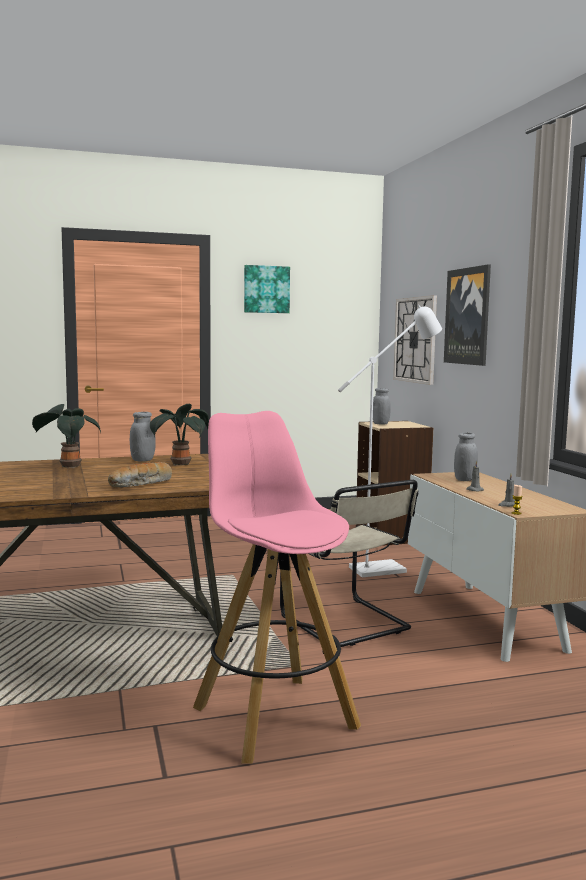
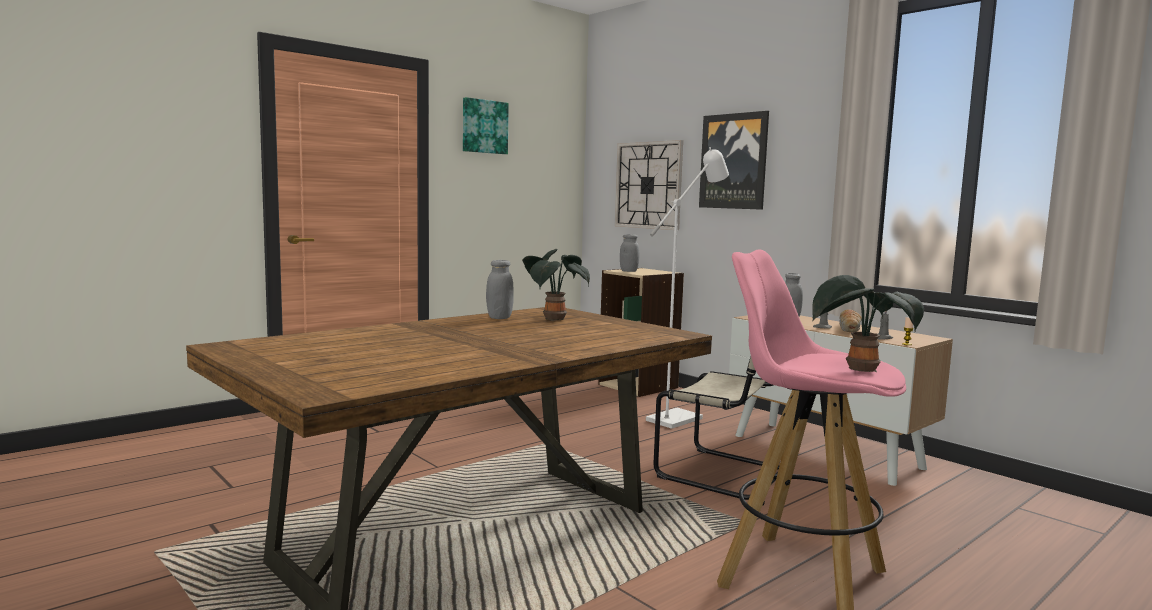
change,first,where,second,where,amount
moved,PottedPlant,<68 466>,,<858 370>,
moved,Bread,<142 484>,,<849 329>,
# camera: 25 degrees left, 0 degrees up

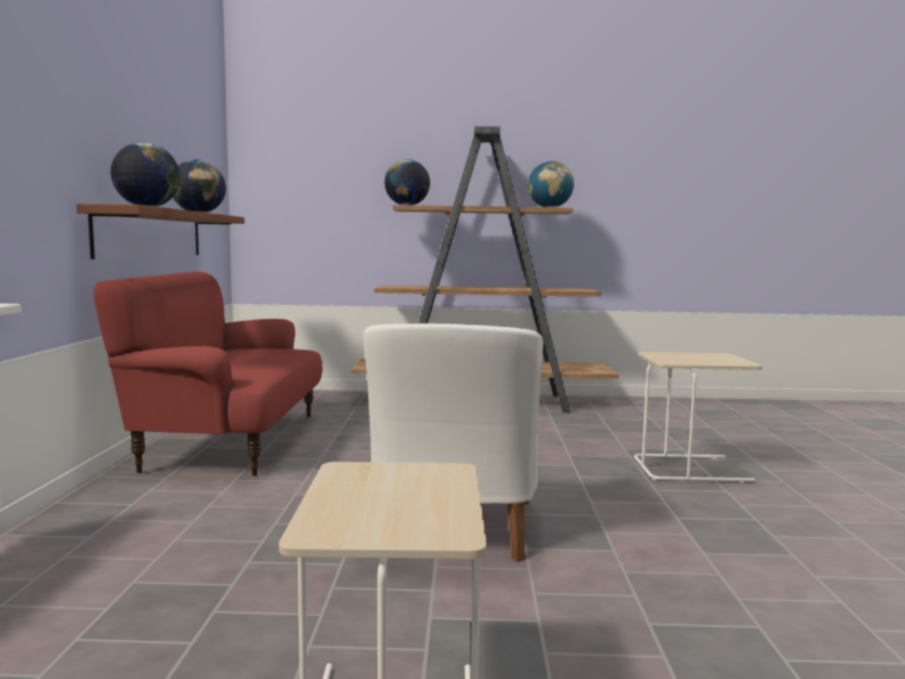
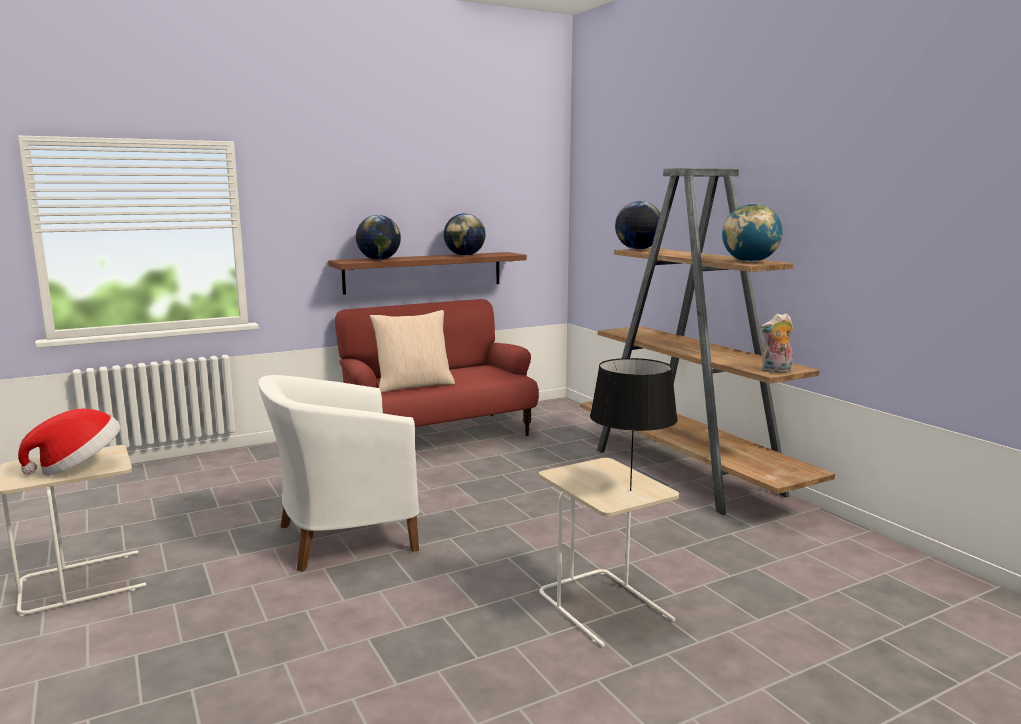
change,first,where,second,where,amount
added,,,BeigePillow,<413 385>,
added,,,PlushToy,<776 371>,
added,,,BlackTableLamp,<630 490>,
added,,,Hat,<78 467>,
# camera: 60 degrees right, 5 degrees up

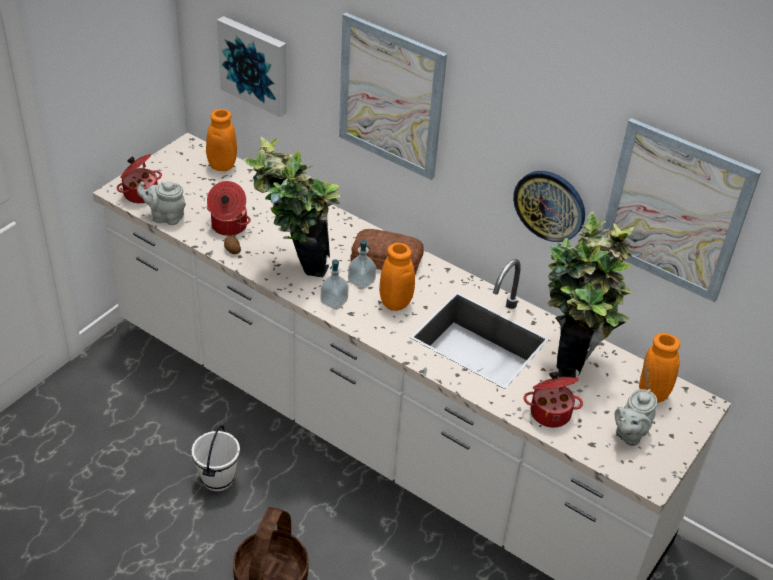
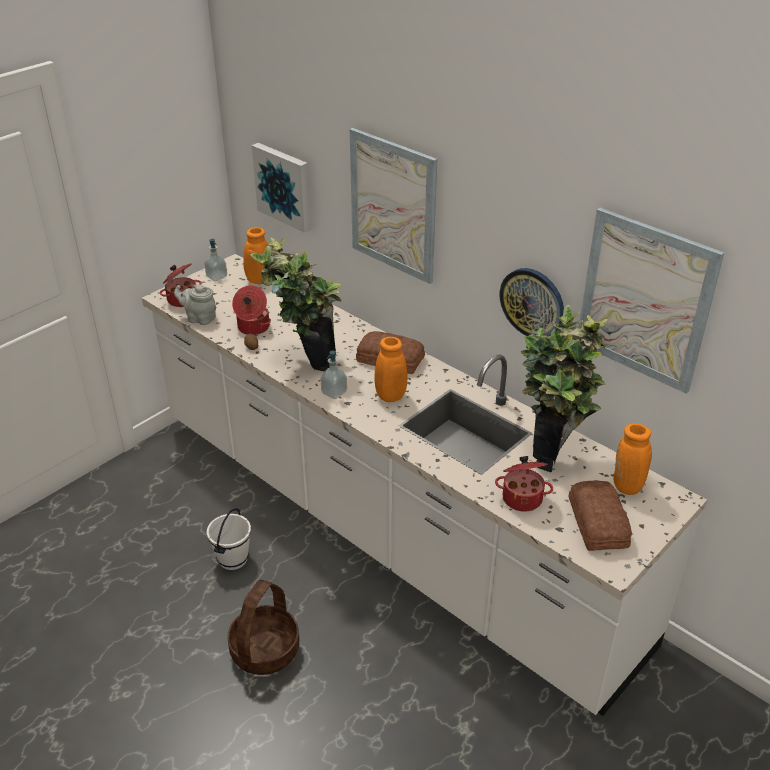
change,first,where,second,where,amount
moved,SoapDispenser,<361 281>,,<216 276>,
replaced,GreyTeapot,<629 434>,Bread,<599 522>,
# camera: 10 degrees right, 5 degrees down

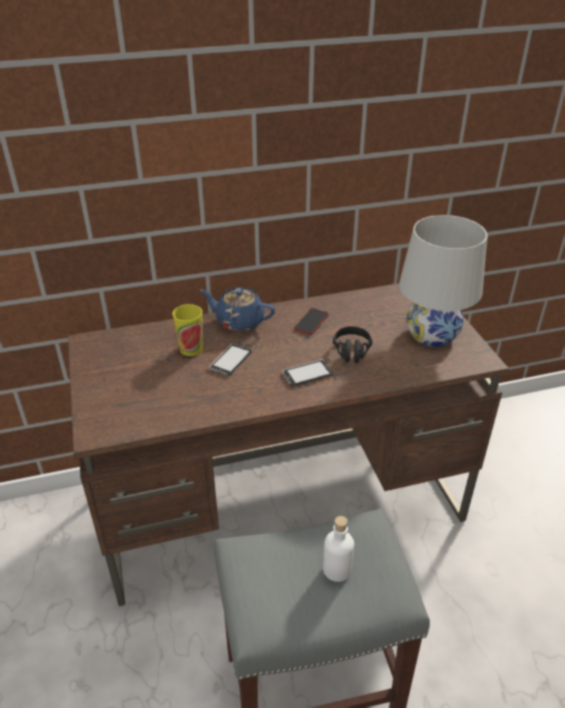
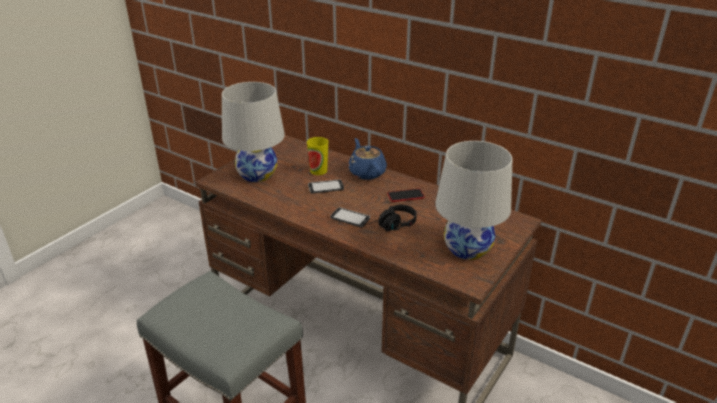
change,first,where,second,where,amount
removed,WhiteBottle,<337 569>,,,
added,,,WhiteTableLamp,<257 174>,
# camera: 50 degrees right, 5 degrees down

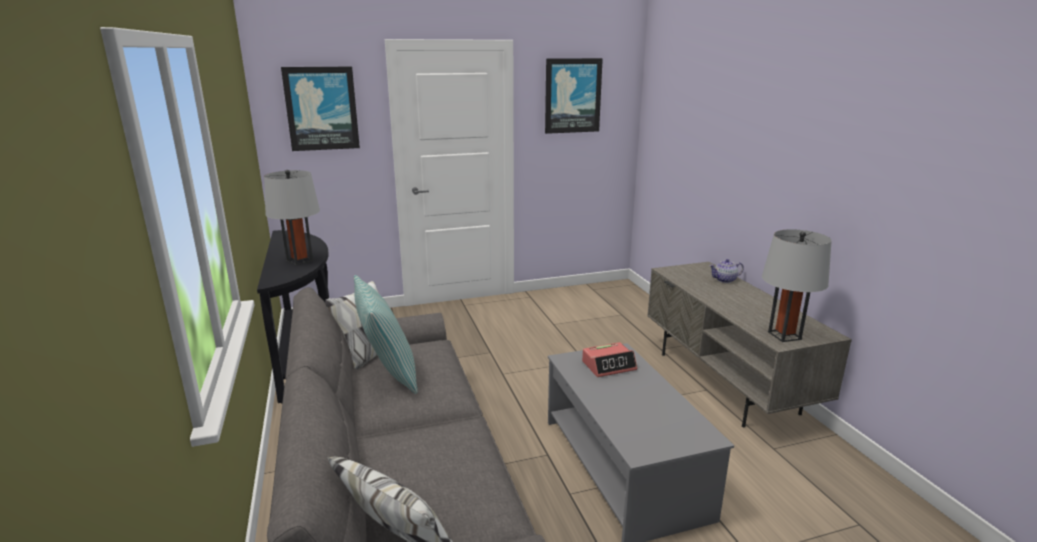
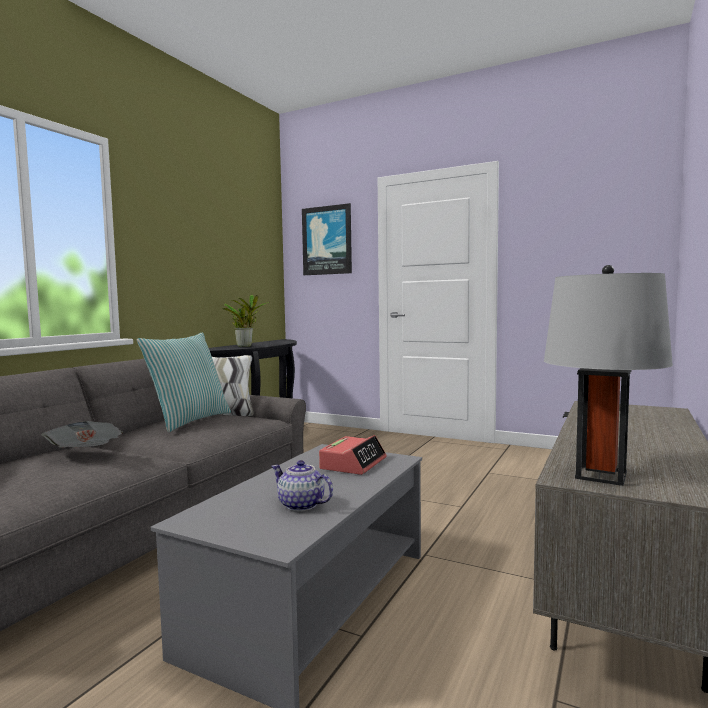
change,first,where,second,where,amount
removed,Picture,<572 96>,,,
replaced,GreyTableLamp,<299 261>,PottedPlant,<245 346>,
moved,Teapot,<725 280>,,<301 505>,
turned,AlarmClock,<609 365>,,<353 463>,90 degrees counterclockwise
added,,,Newspaper,<86 455>,
# camera: 45 degrees right, 15 degrees down

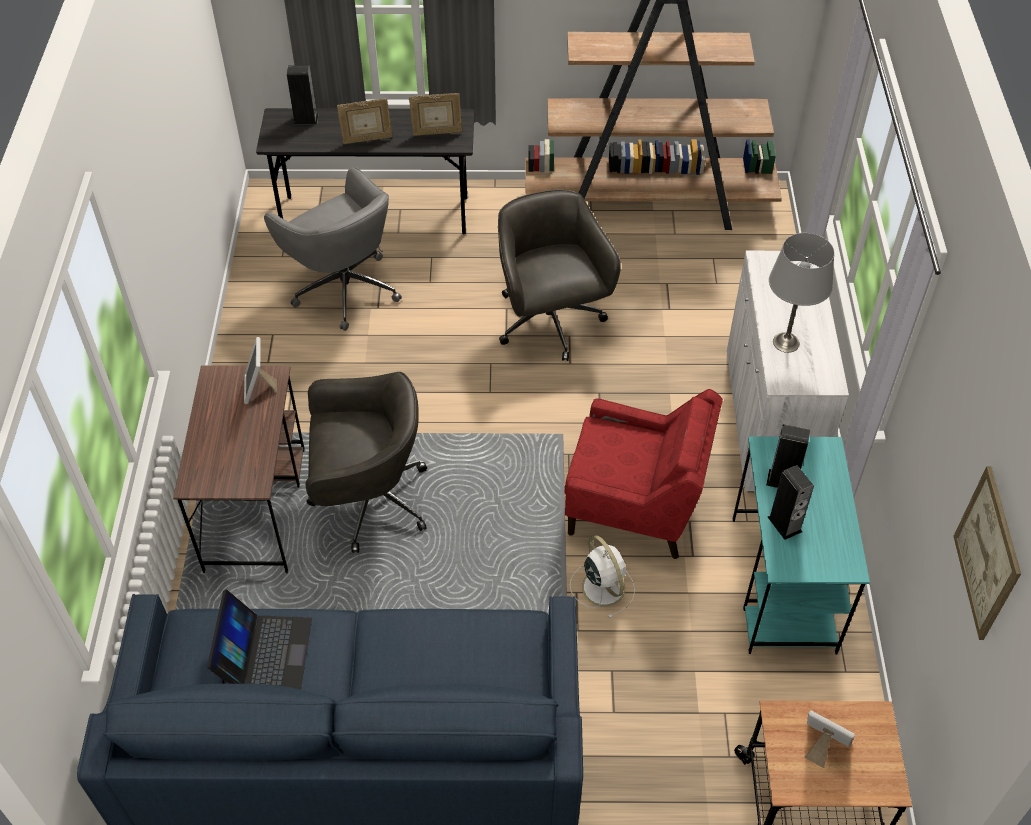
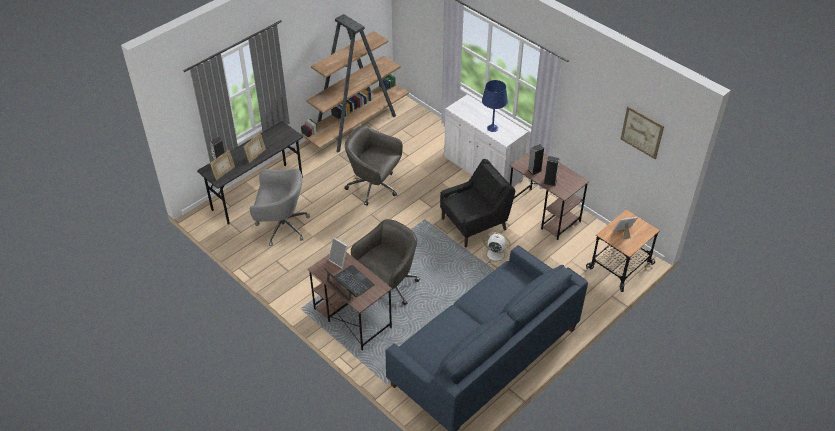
change,first,where,second,where,amount
moved,PictureFrame,<437 132>,,<224 173>,
recoloured,GreyTableLamp,<786 342>,BlueTableLamp,<492 128>,
recoloured,RedArmchair,<635 506>,BlackArmchair,<474 224>,
recoloured,TurquoiseDesk,<783 585>,BrownDesk,<544 214>,
moved,Laptop,<265 654>,,<350 283>,
# camera: 45 degrees left, 5 degrees down

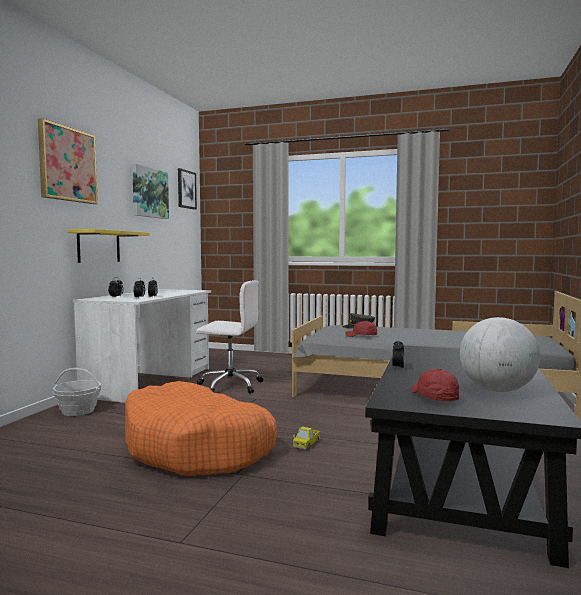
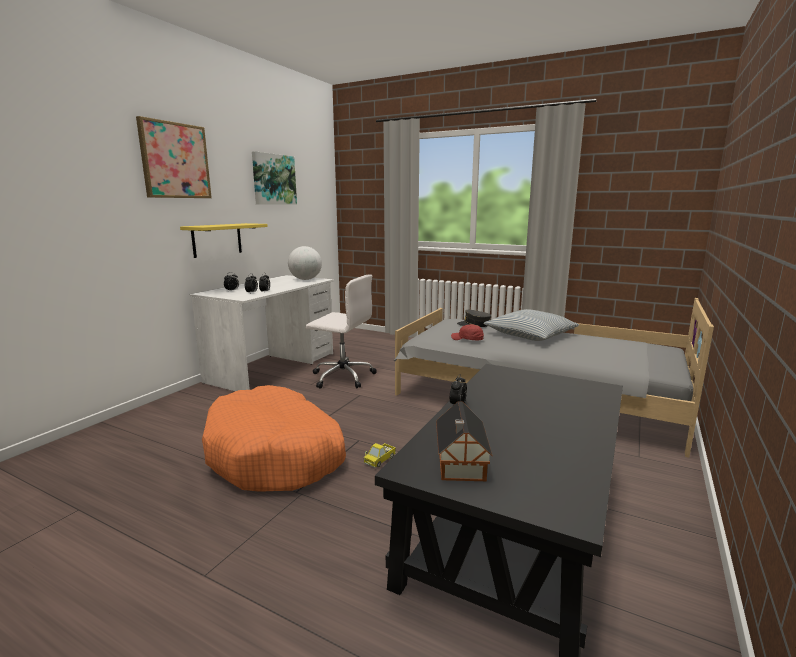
change,first,where,second,where,amount
removed,Picture,<186 189>,,,
moved,Globe,<497 390>,,<305 279>,
removed,Basket,<78 411>,,,
replaced,RedCap,<433 397>,ToyHouse,<460 464>,
added,,,Pillow,<530 334>,
# camera: 10 degrees right, 10 degrees up

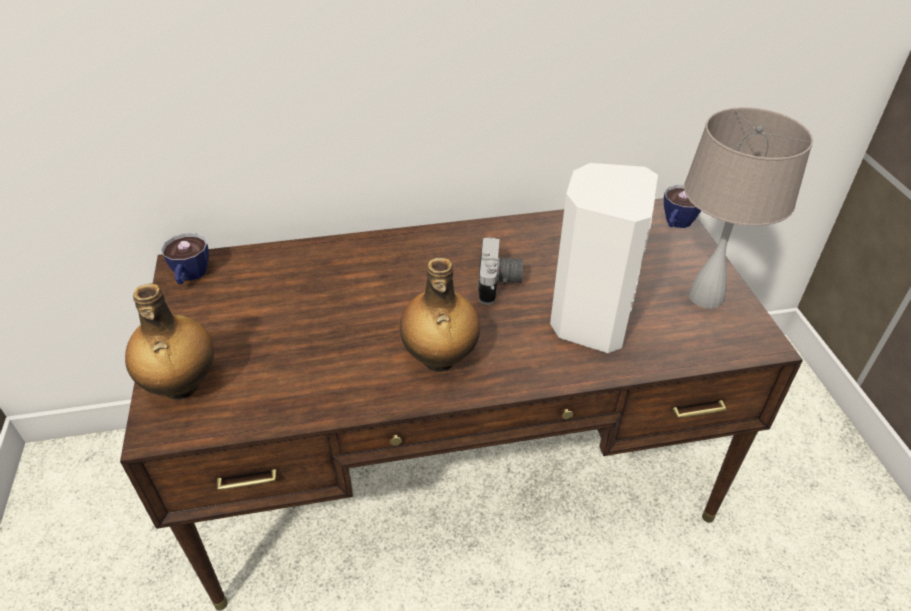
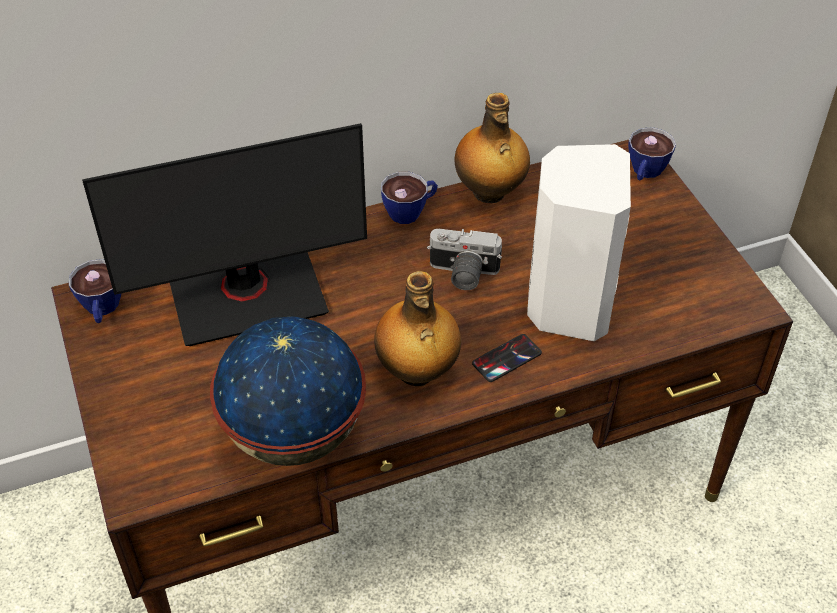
change,first,where,second,where,amount
removed,BeigeTableLamp,<706 297>,,,
turned,PhotoCamera,<500 284>,,<462 274>,105 degrees clockwise
moved,Bottle,<181 386>,,<489 193>,
added,,,Monitor,<247 295>,
added,,,Cup,<411 211>,
added,,,Globe,<295 435>,
added,,,Phone,<506 358>,
# camera: 10 degrees left, 5 degrees up

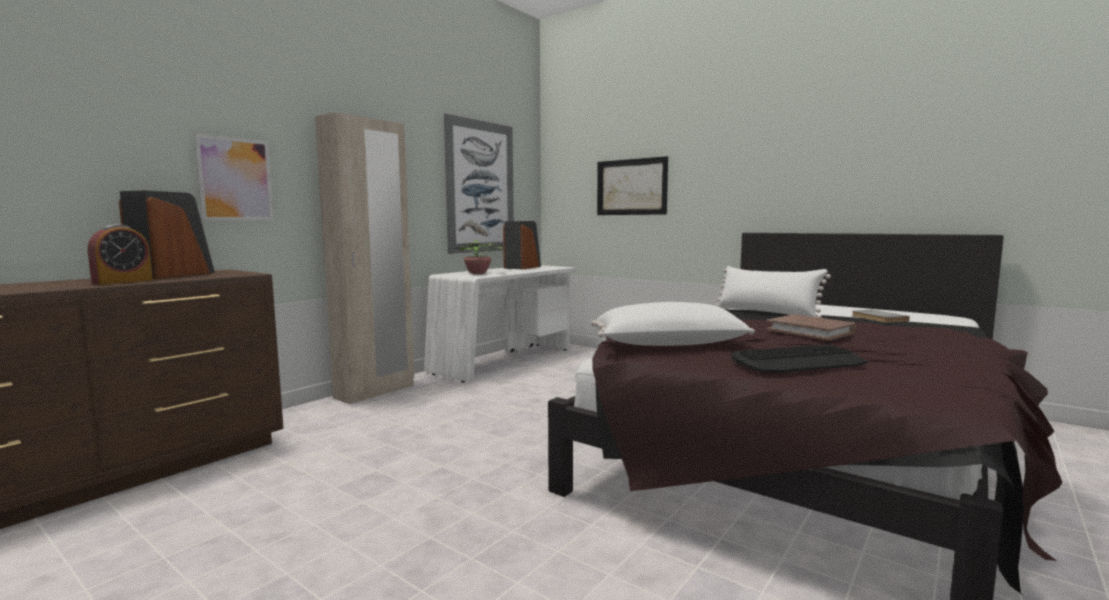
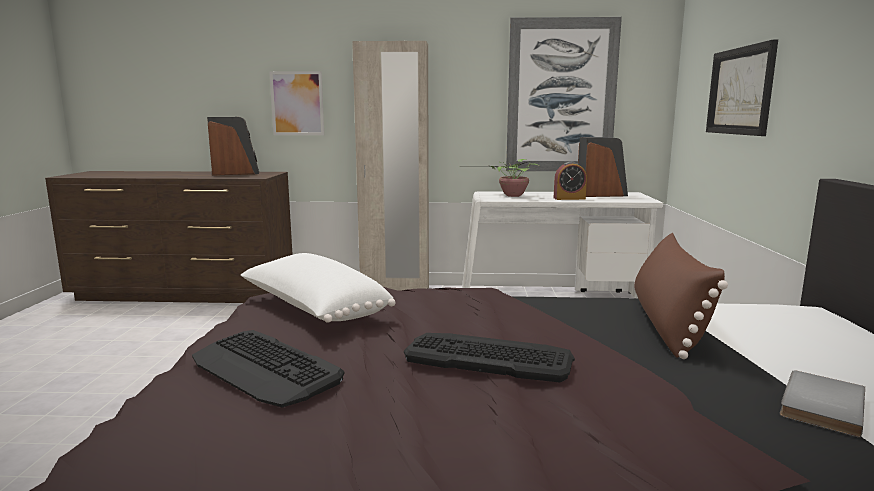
change,first,where,second,where,amount
moved,AlarmClock,<122 281>,,<569 198>,
recoloured,WhitePillow,<767 313>,BrownPillow,<667 323>,
replaced,BrownBook,<810 331>,Keyboard,<488 356>,
# camera: 55 degrees right, 5 degrees up

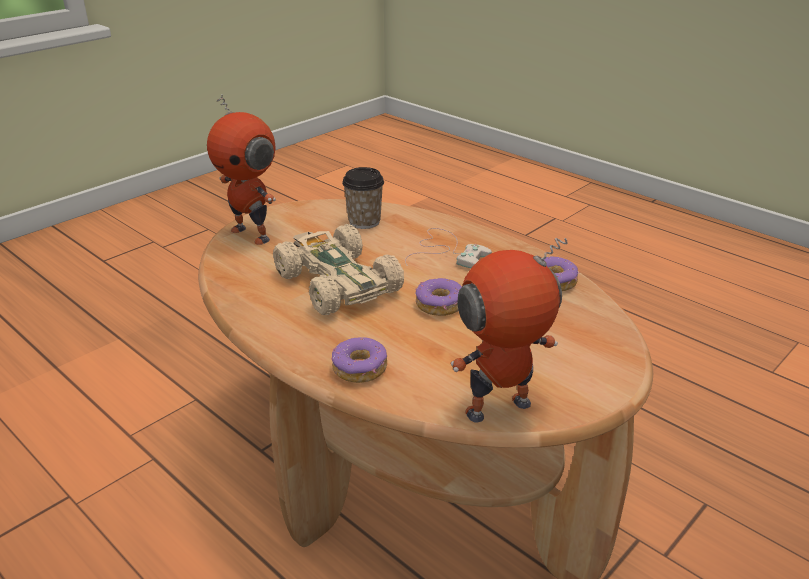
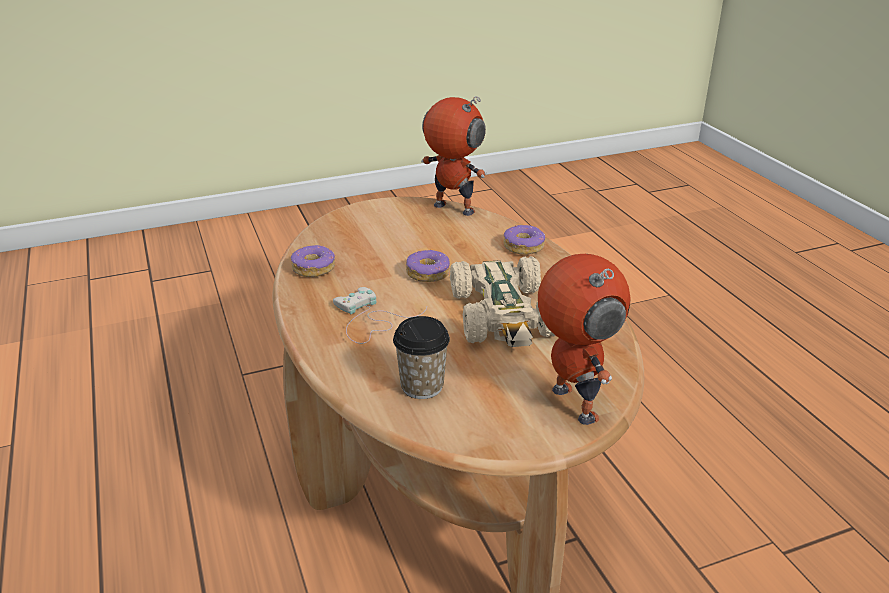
change,first,where,second,where,amount
turned,ToyRobot,<500 411>,,<452 209>,150 degrees counterclockwise
# camera: 155 degrees left, 0 degrees up

